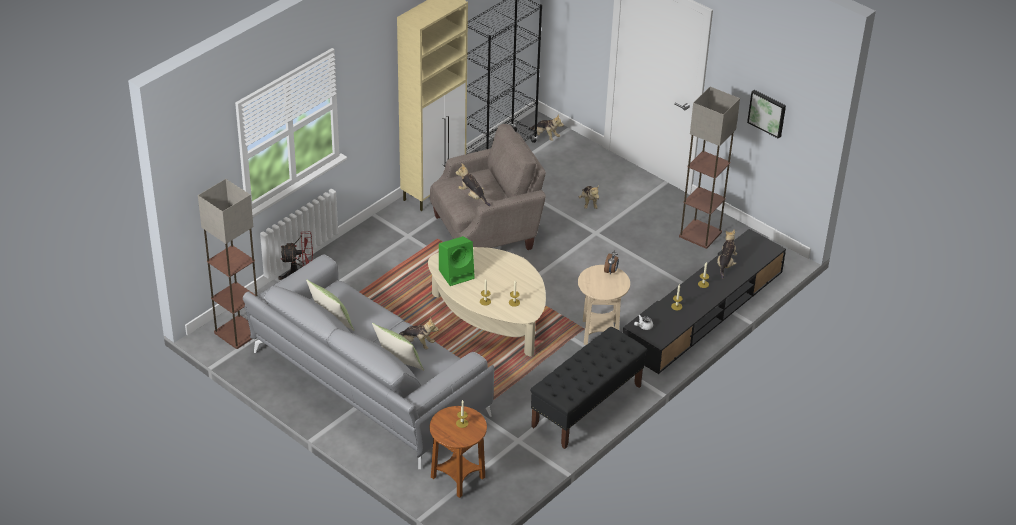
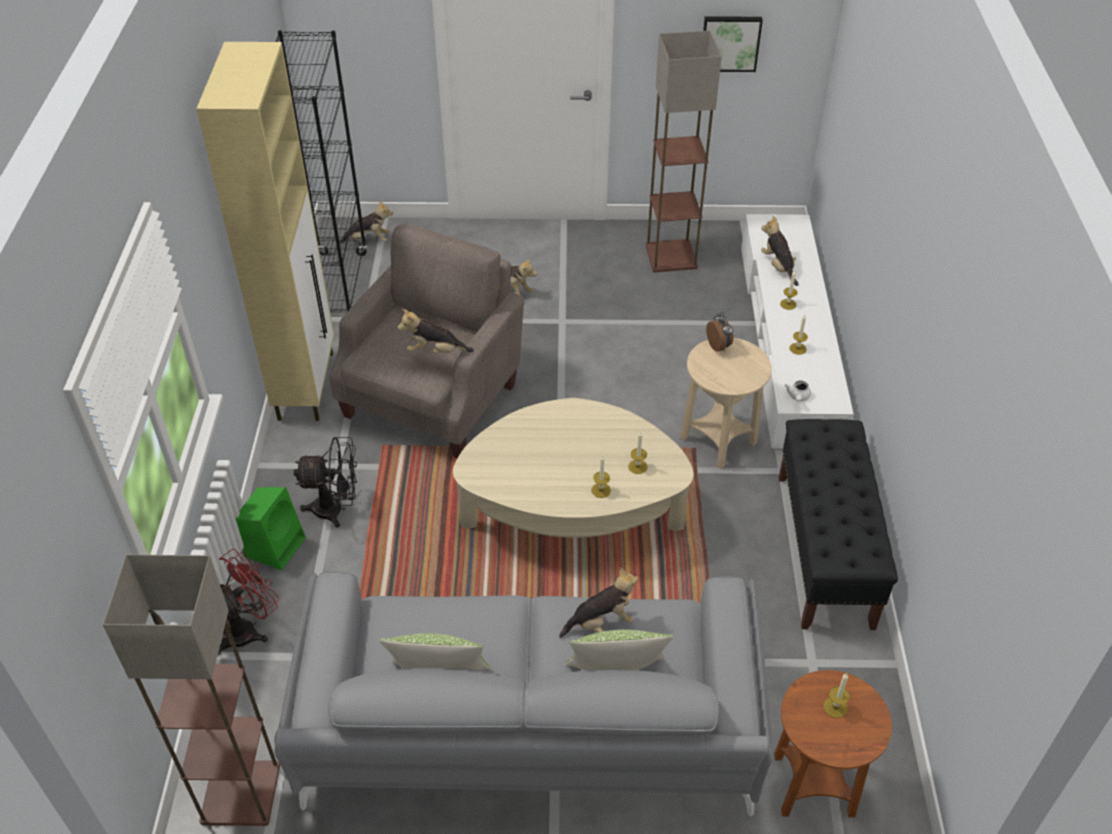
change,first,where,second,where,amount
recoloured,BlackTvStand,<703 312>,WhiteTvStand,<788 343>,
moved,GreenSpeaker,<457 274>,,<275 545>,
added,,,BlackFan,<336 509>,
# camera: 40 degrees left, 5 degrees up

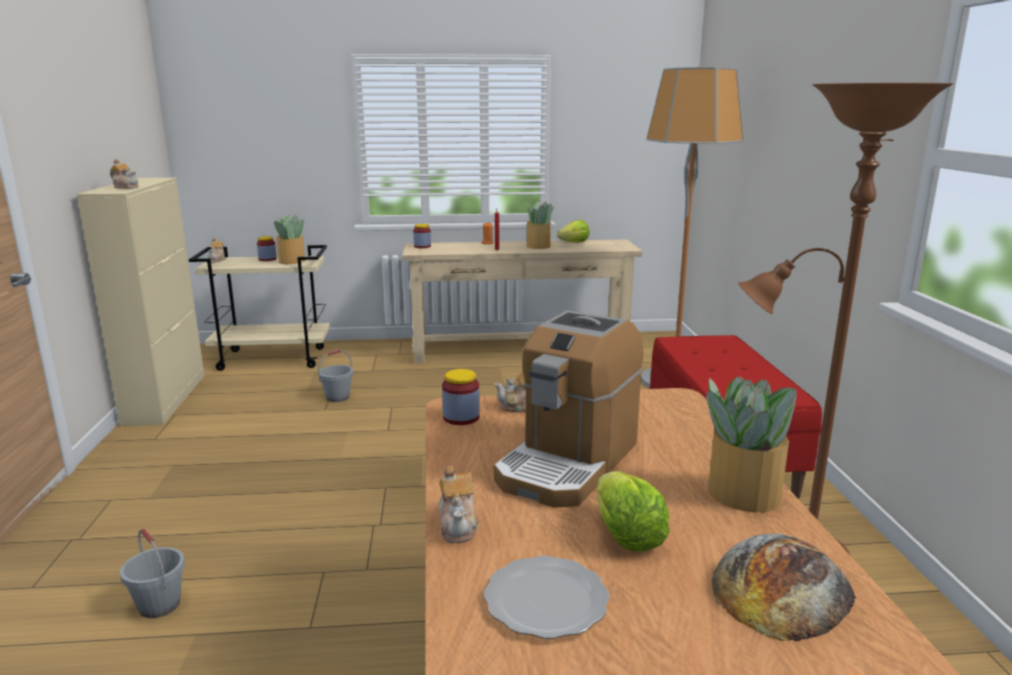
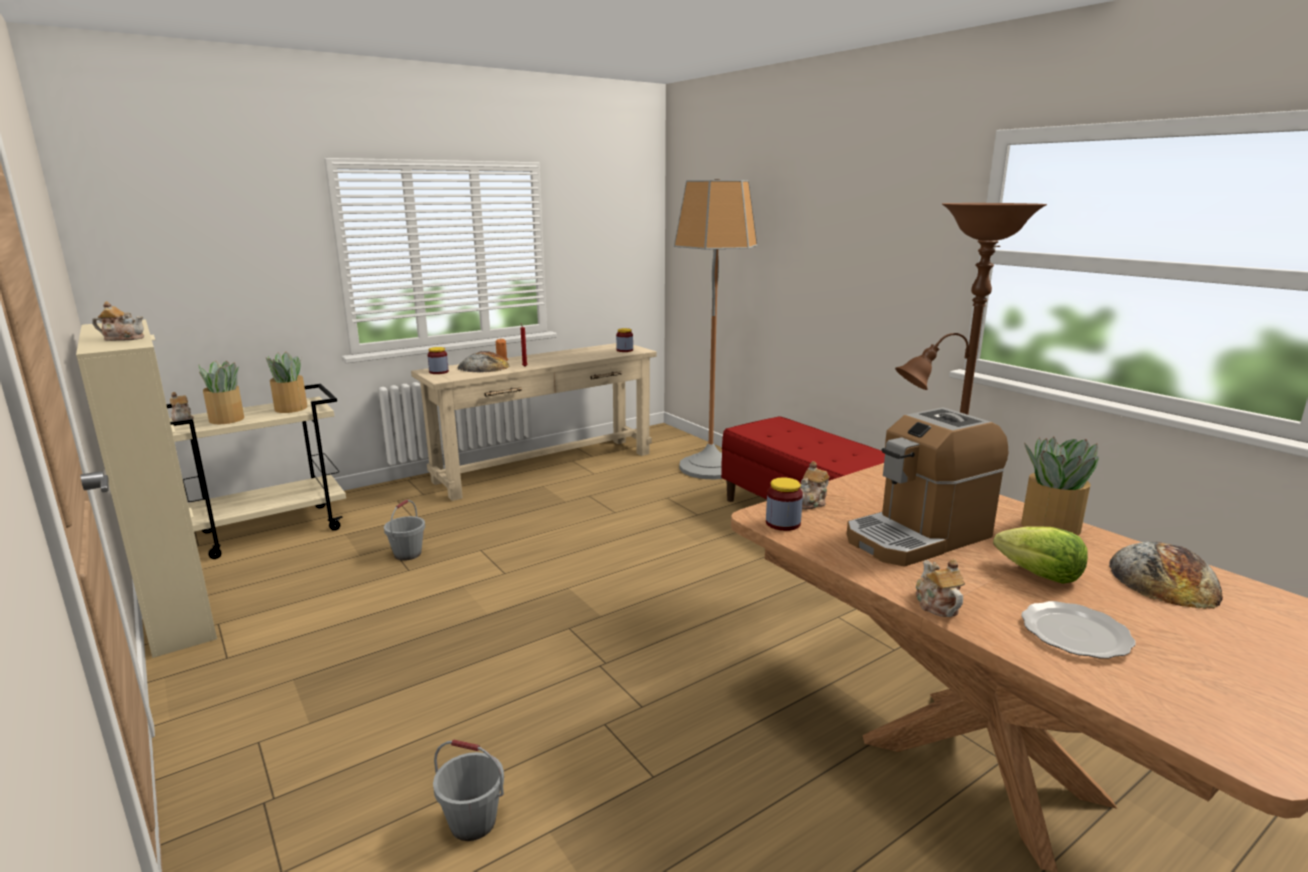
change,first,where,second,where,amount
moved,PottedPlant,<538 246>,,<227 419>,
removed,Lettuce,<574 242>,,,
moved,Jar,<267 259>,,<624 350>,
turned,CoffeeMachine,<568 462>,,<918 536>,60 degrees clockwise
turned,Teapot,<458 525>,,<936 605>,150 degrees counterclockwise
added,,,Bread,<483 367>,
# camera: 30 degrees left, 0 degrees up

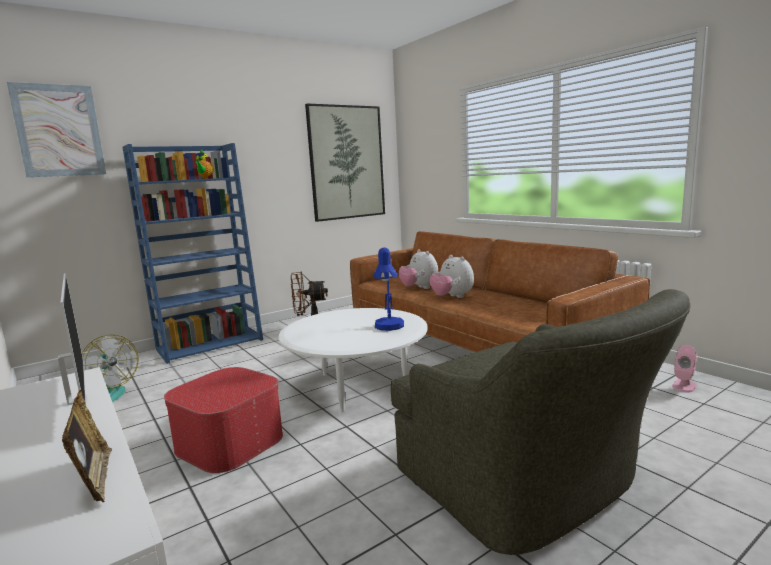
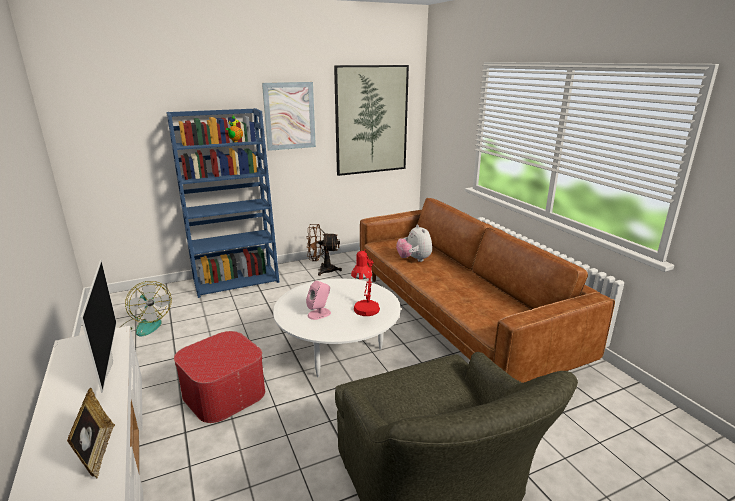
change,first,where,second,where,amount
moved,Picture,<59 131>,,<289 116>,
recoloured,BlueTableLamp,<389 328>,RedTableLamp,<365 312>,
removed,PlushToy,<452 297>,,,
moved,PinkSpeaker,<684 386>,,<319 314>,
# camera: 10 degrees right, 10 degrees up

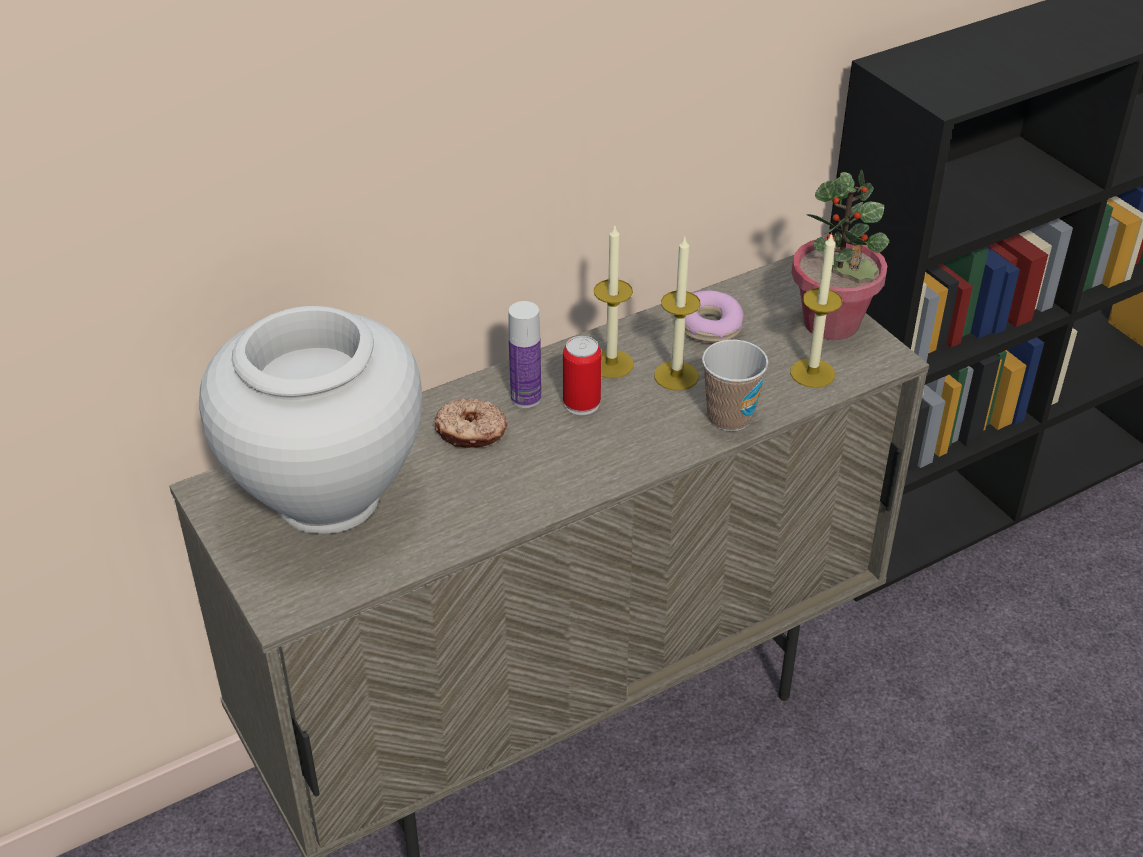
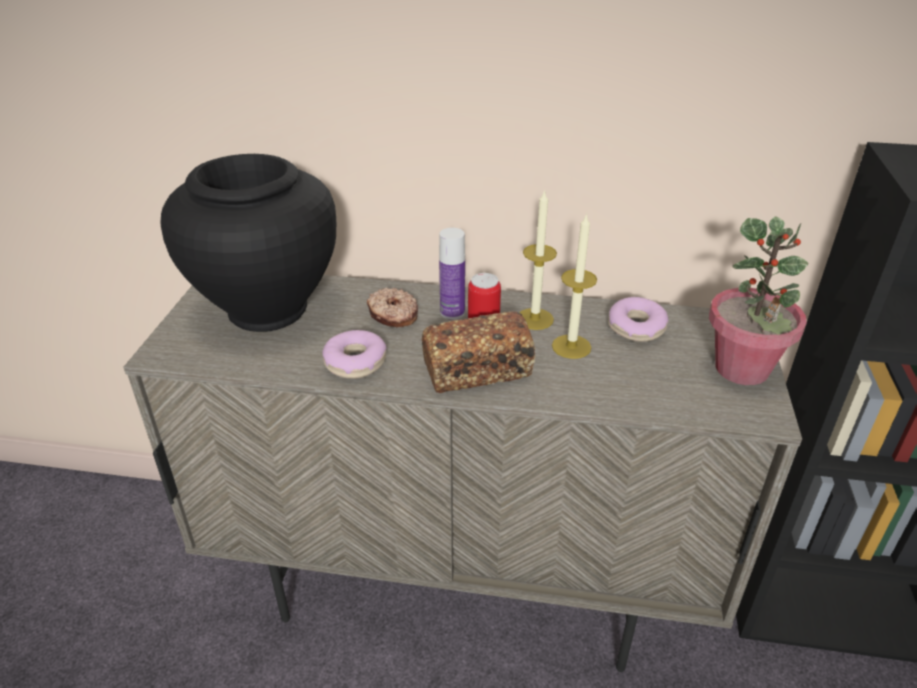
change,first,where,second,where,amount
removed,Candle,<812 373>,,,
recoloured,WhiteVase,<327 497>,BlackVase,<268 309>,
removed,Cup,<729 417>,,,
added,,,Bread,<477 370>,
added,,,Donut,<355 362>,
# camera: 40 degrees right, 5 degrees down

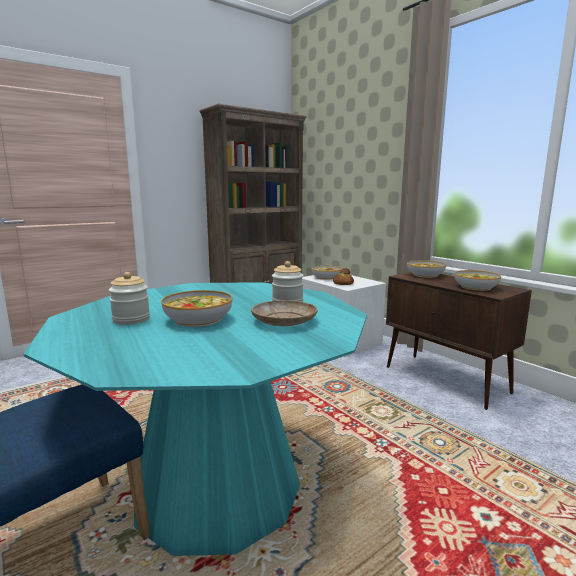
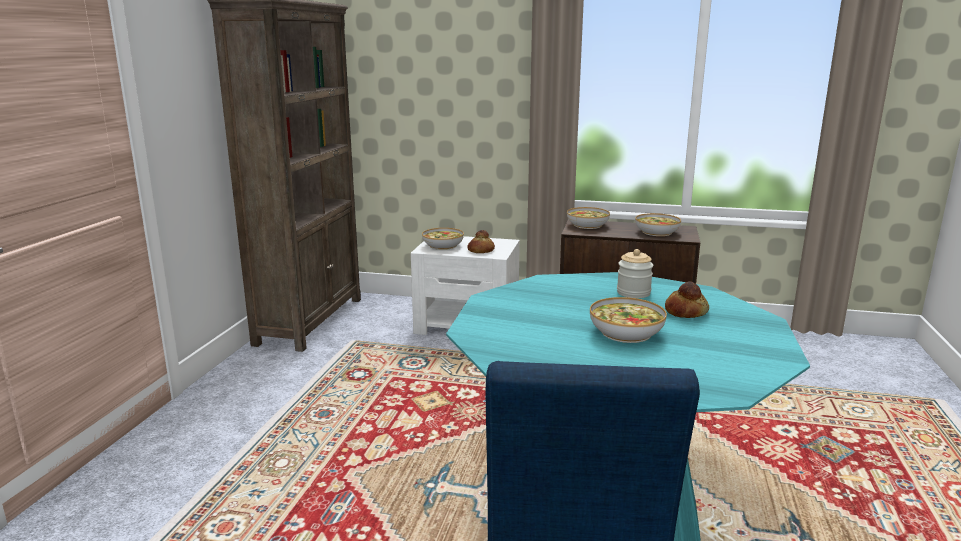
change,first,where,second,where,amount
removed,Jar,<131 319>,,,
replaced,BeigePlate,<284 321>,Bread,<685 311>,
# camera: 40 degrees left, 5 degrees up

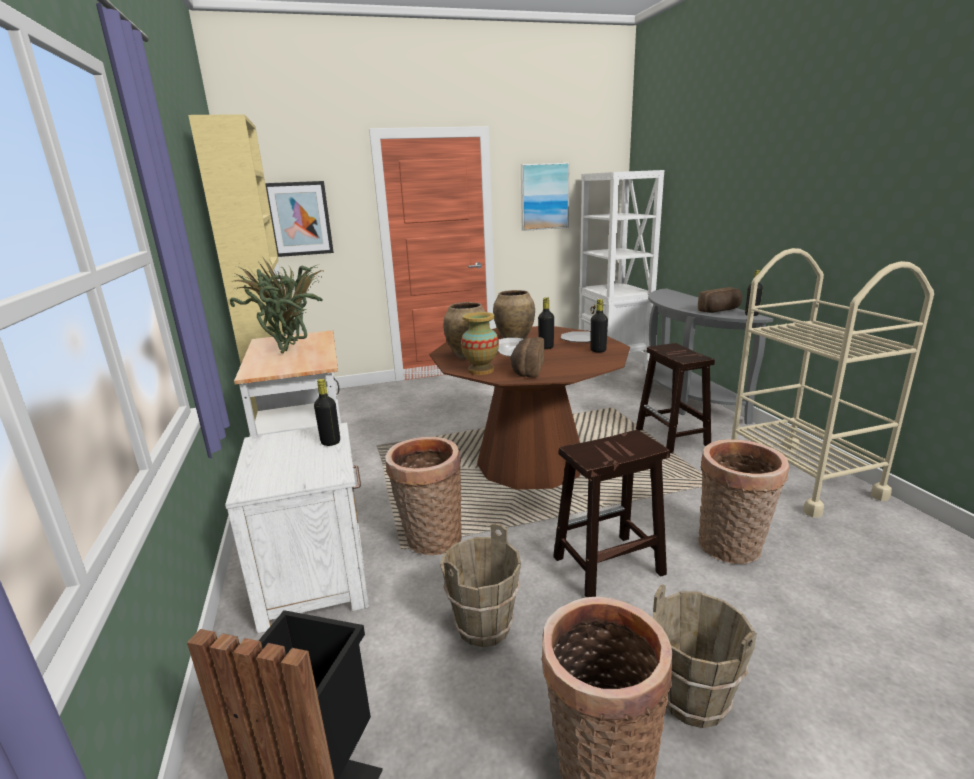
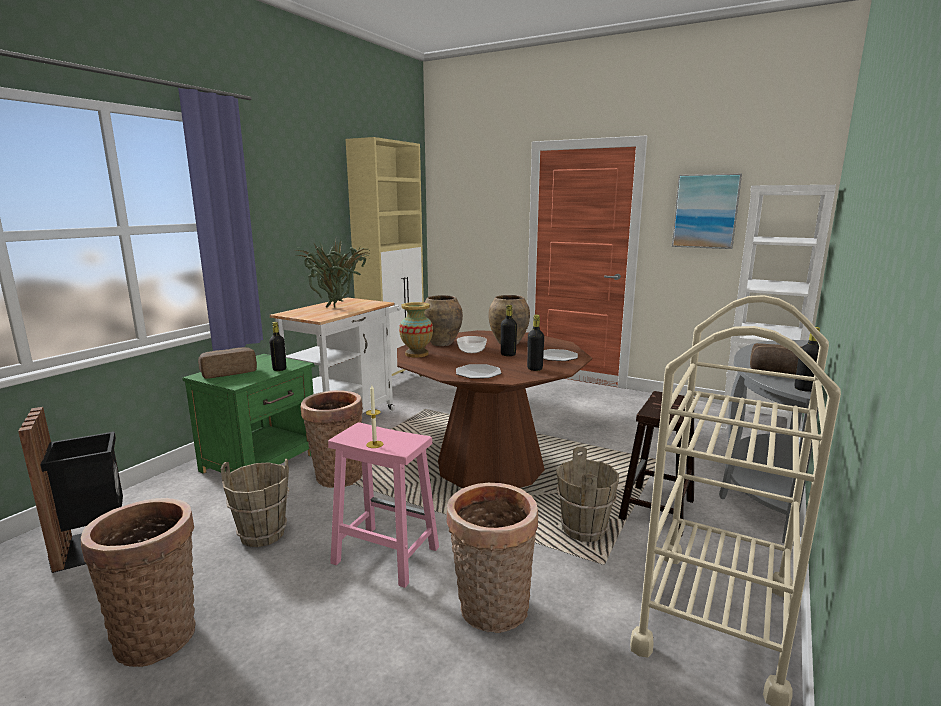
change,first,where,second,where,amount
removed,Picture,<299 219>,,,
moved,Bread,<526 369>,,<229 372>,
recoloured,WhiteNightstand,<316 575>,GreenNightstand,<262 461>,
recoloured,BrownStool,<607 566>,PinkStool,<384 555>,
moved,BrownBucket,<693 698>,,<584 530>,
added,,,Plate,<478 373>,
added,,,Candle,<374 444>,
# camera: 45 degrees right, 5 degrees down

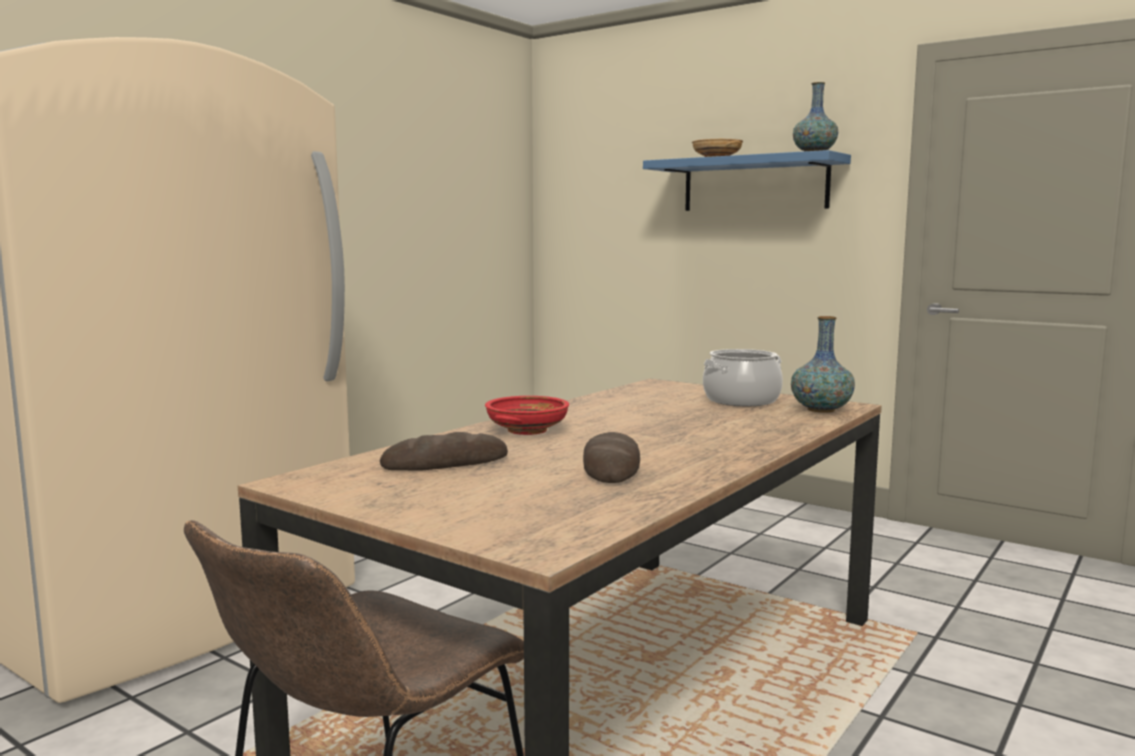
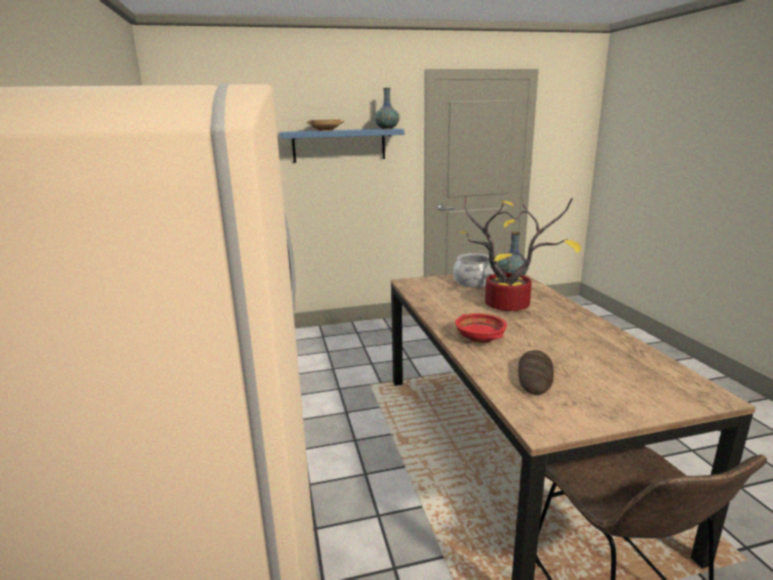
change,first,where,second,where,amount
removed,Bread,<611 466>,,,
added,,,PottedPlant,<510 304>,
# camera: 50 degrees left, 10 degrees up

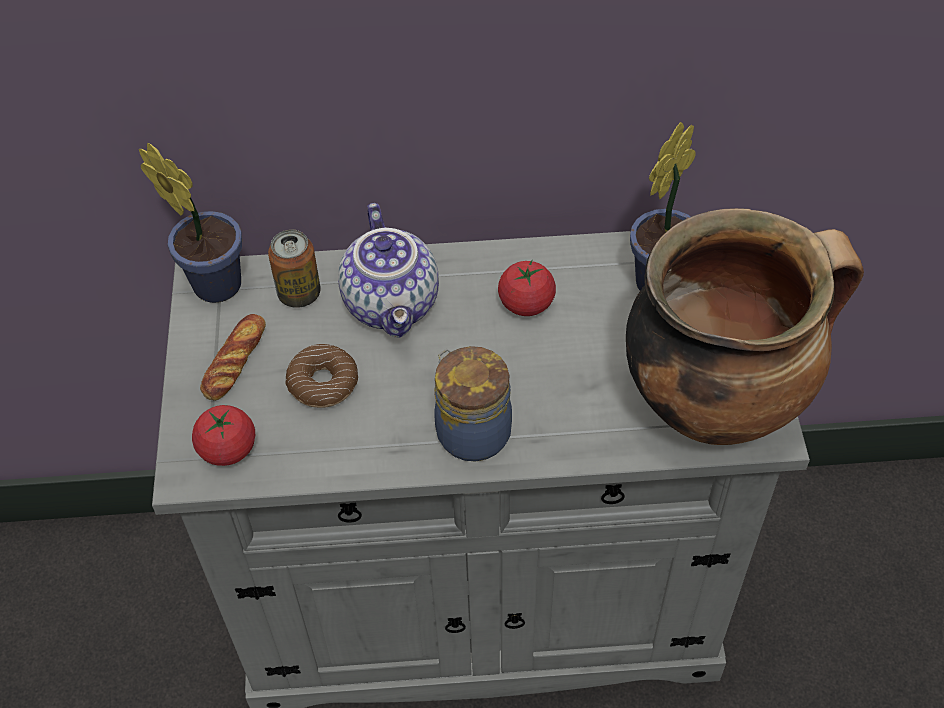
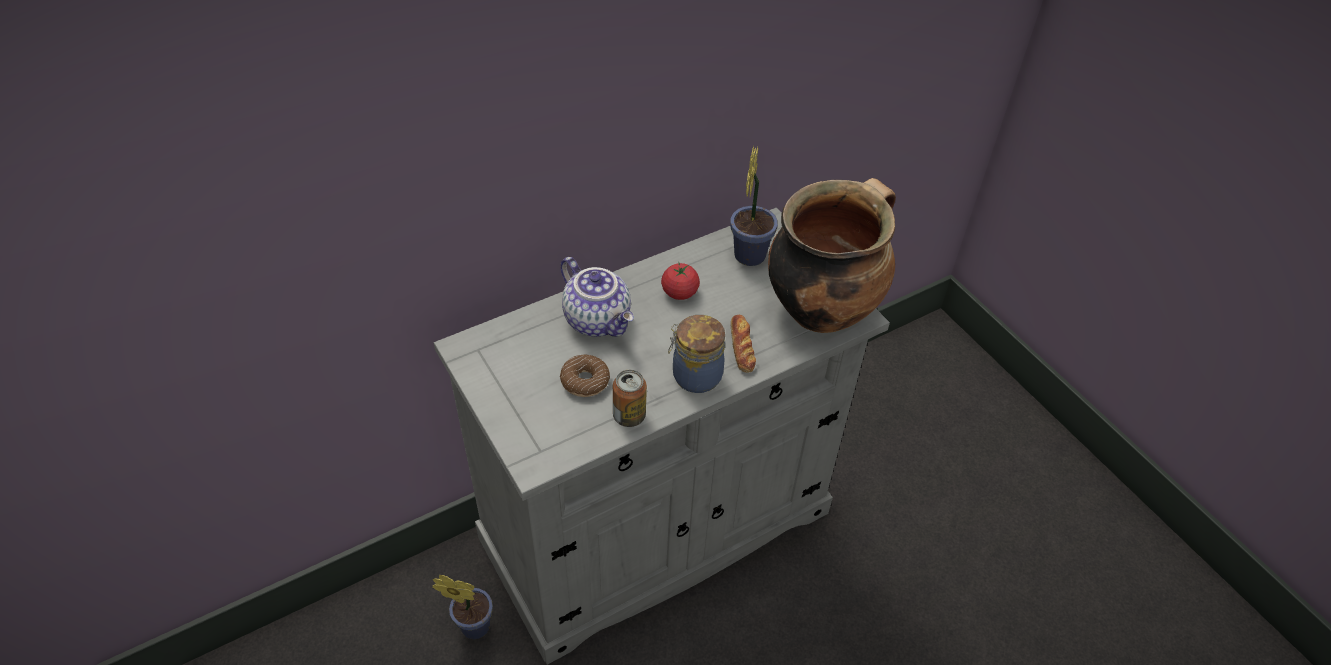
change,first,where,second,where,amount
moved,PottedPlant,<212 281>,,<471 625>,
moved,Can,<299 294>,,<629 416>,
moved,Bread,<234 361>,,<741 347>,
removed,Tomato,<228 449>,,,
# camera: 30 degrees left, 5 degrees down

